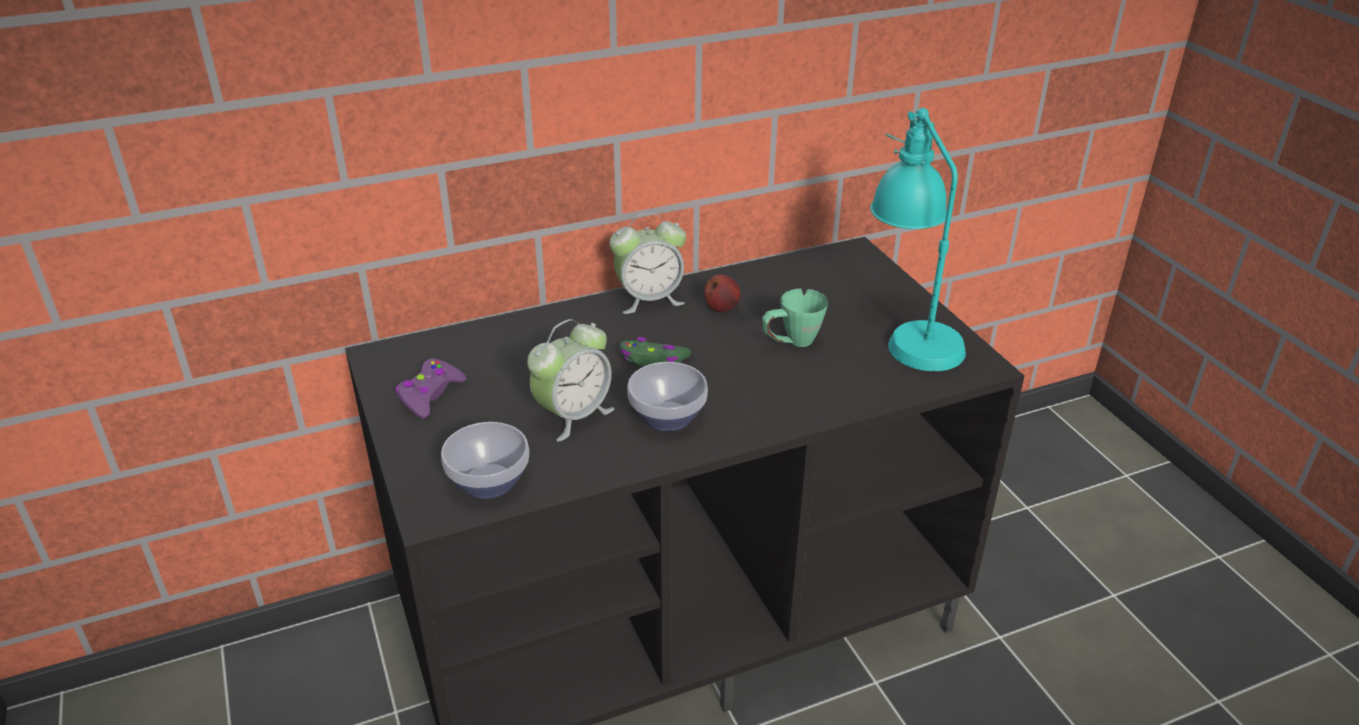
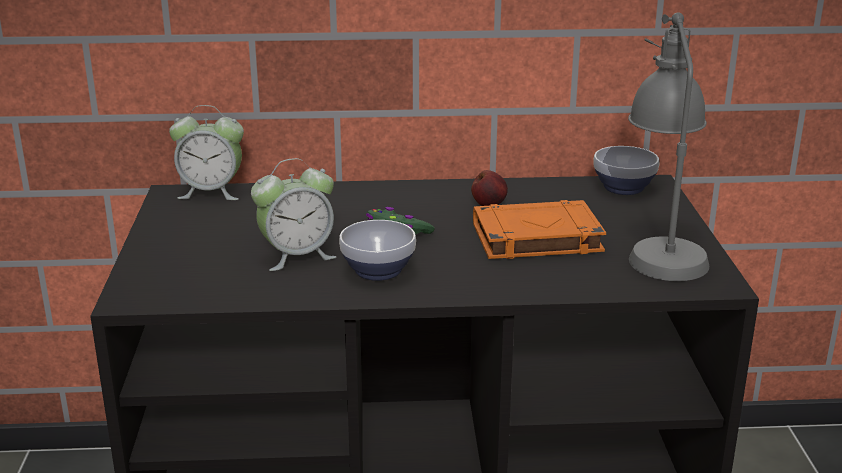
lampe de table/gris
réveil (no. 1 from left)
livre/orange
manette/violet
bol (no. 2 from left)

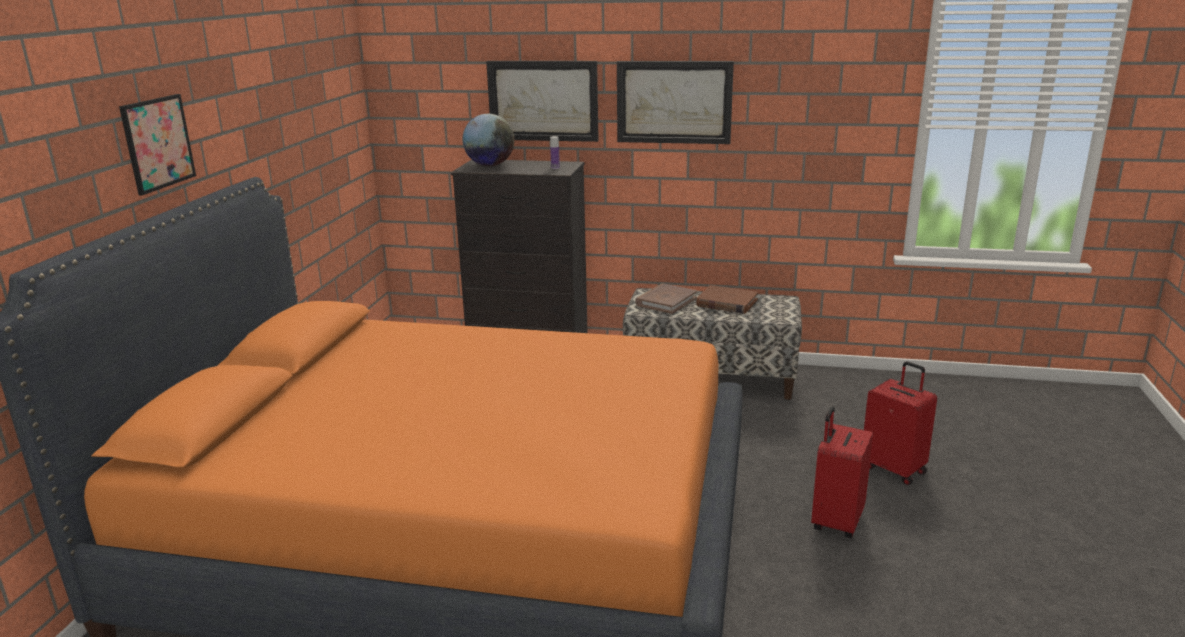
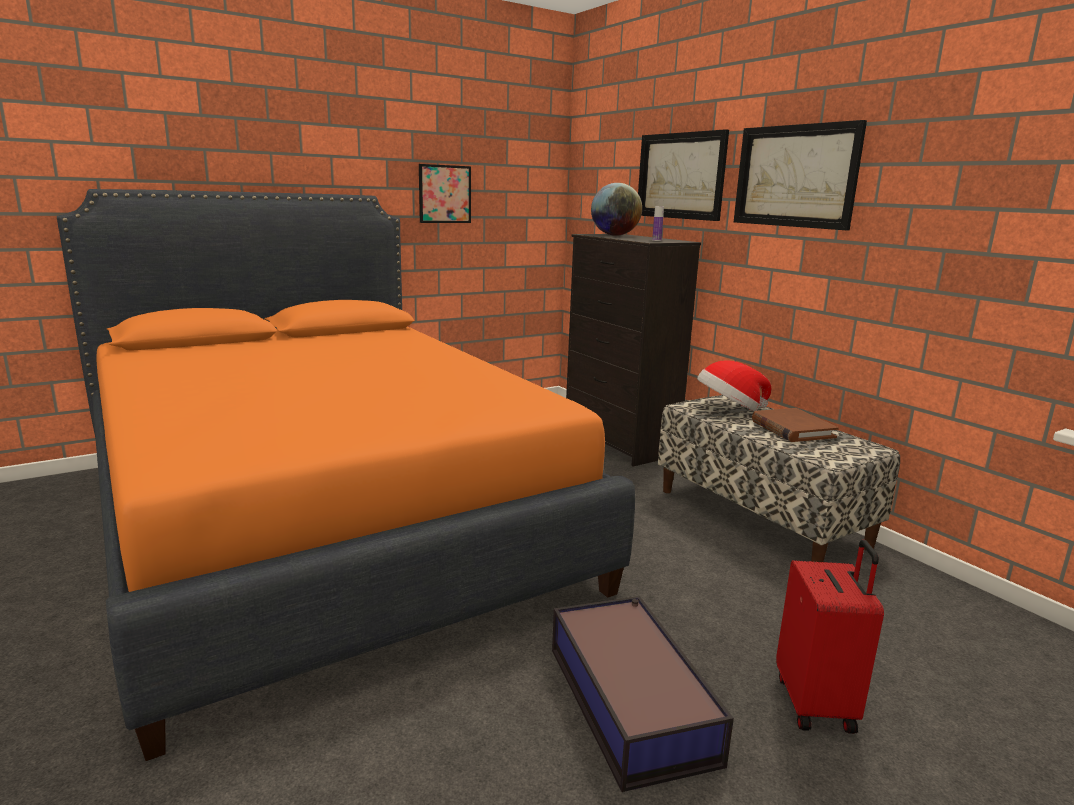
tableau (no. 1 from left)
chapeau
boîte de rangement

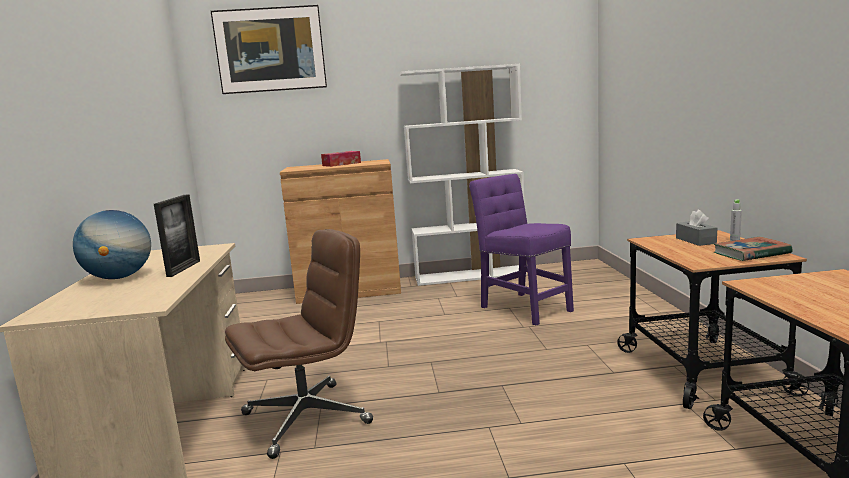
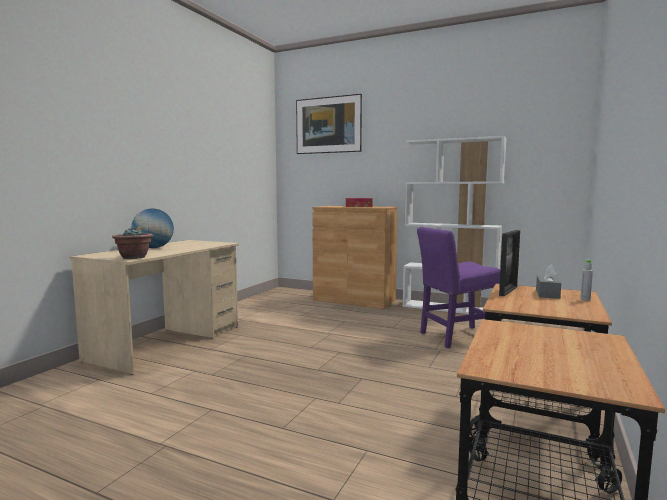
chaise/violet
cadre photo
chaise de bureau/marron
livre
plante en pot

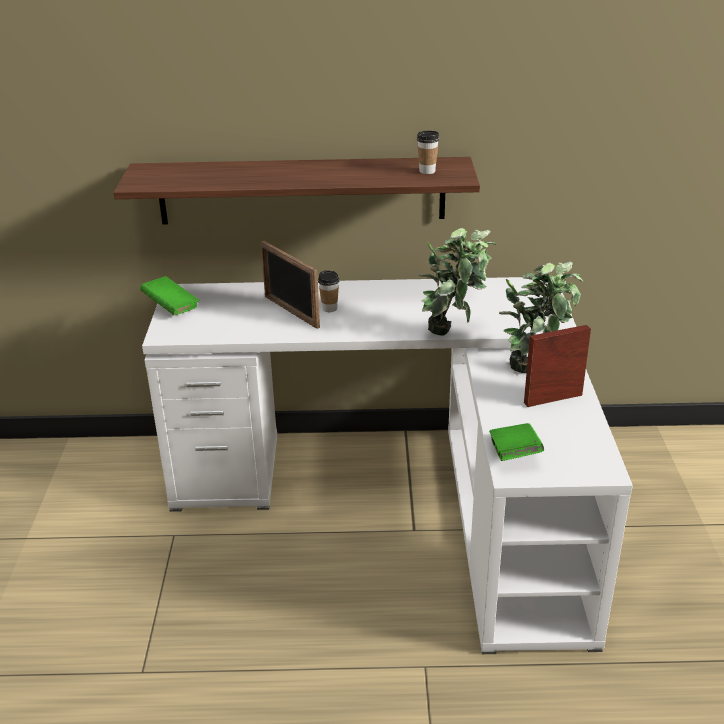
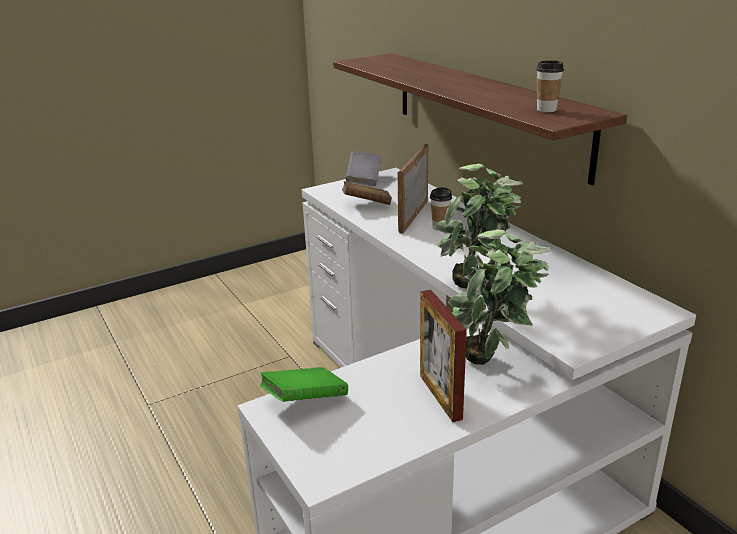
livre/gris
cadre photo (no. 2 from left)
livre/marron

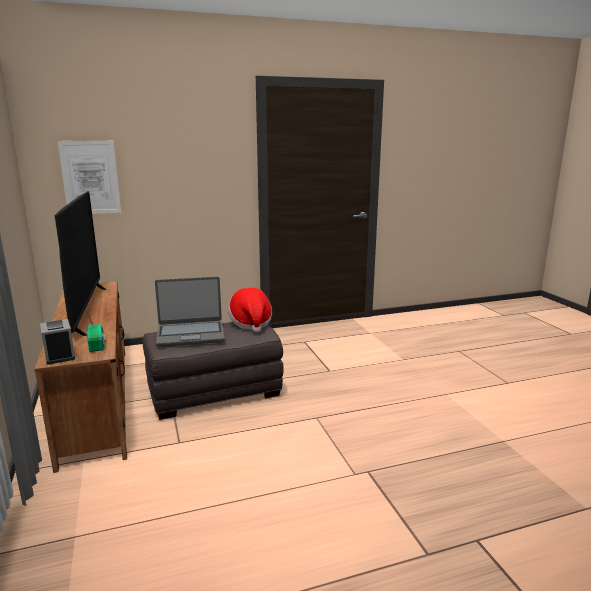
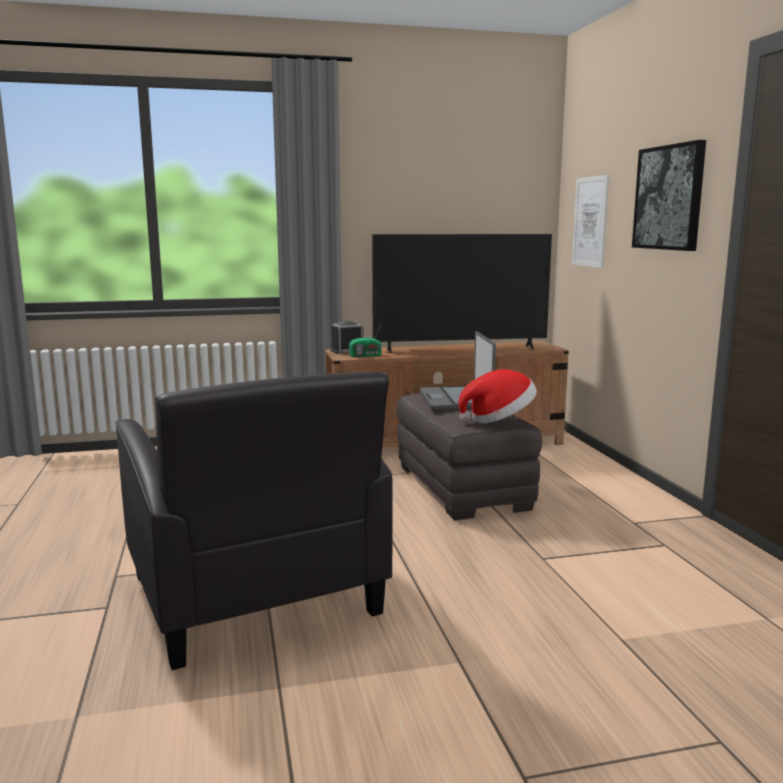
tableau (no. 2 from left)
fauteuil/noir

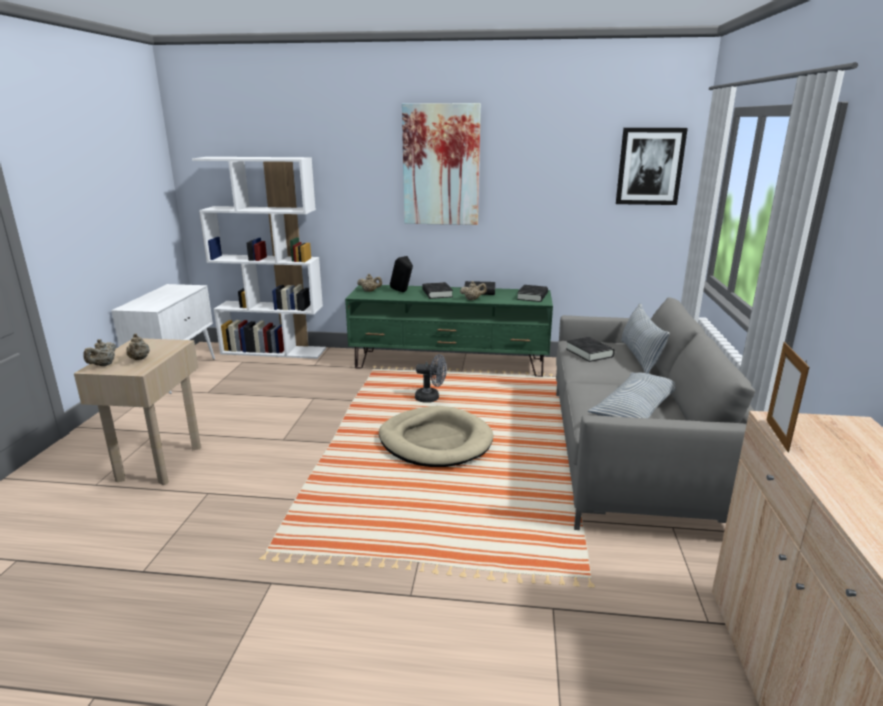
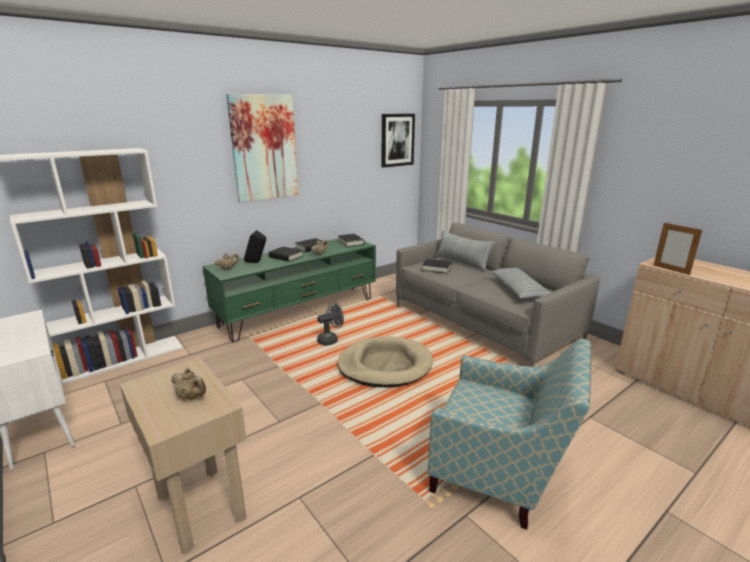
théière/beige (no. 1 from left in the first image)
fauteuil

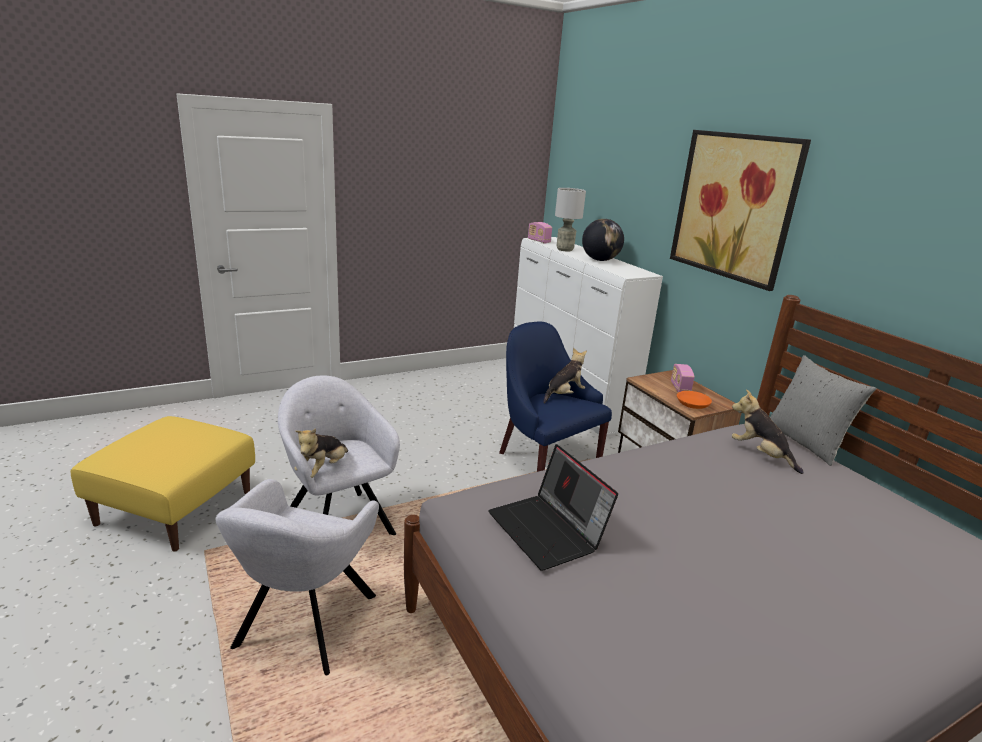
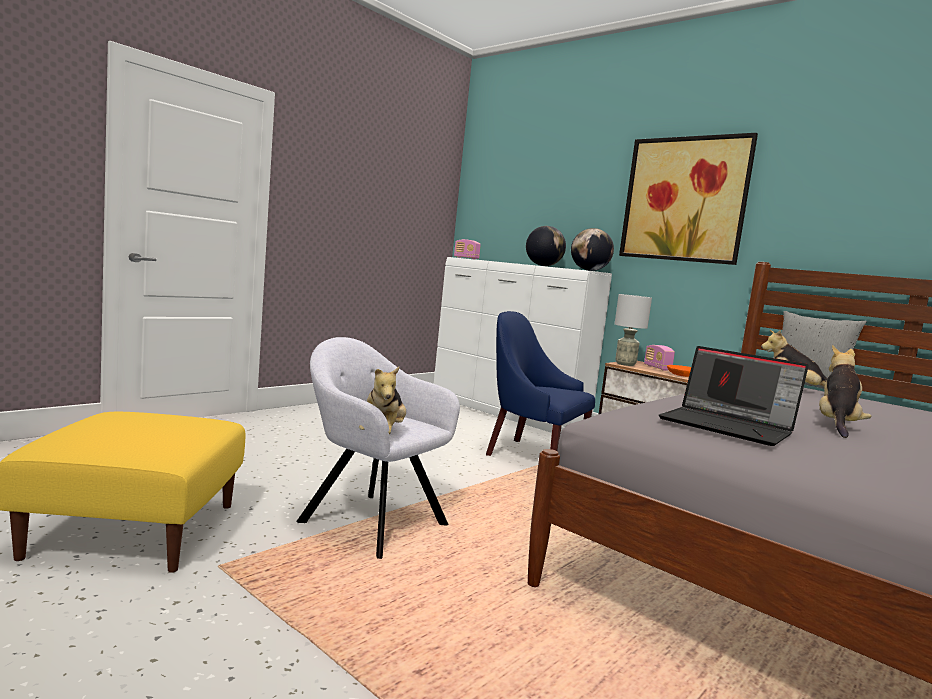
lampe de table/gris
peluche (no. 3 from left)
fauteuil/gris (no. 1 from left in the first image)
globe (no. 2 from left)

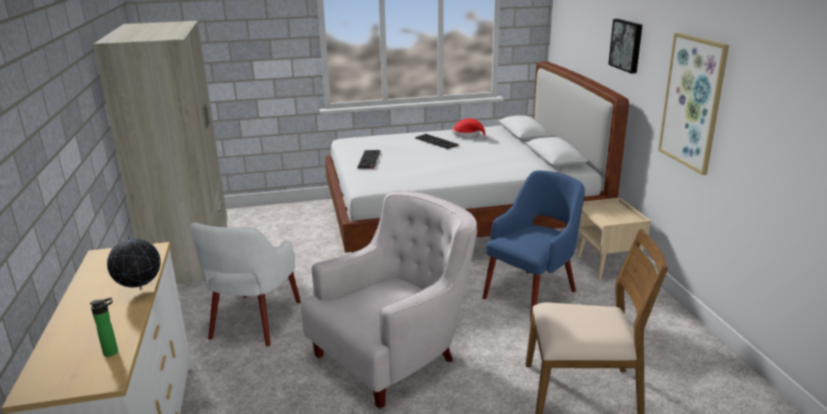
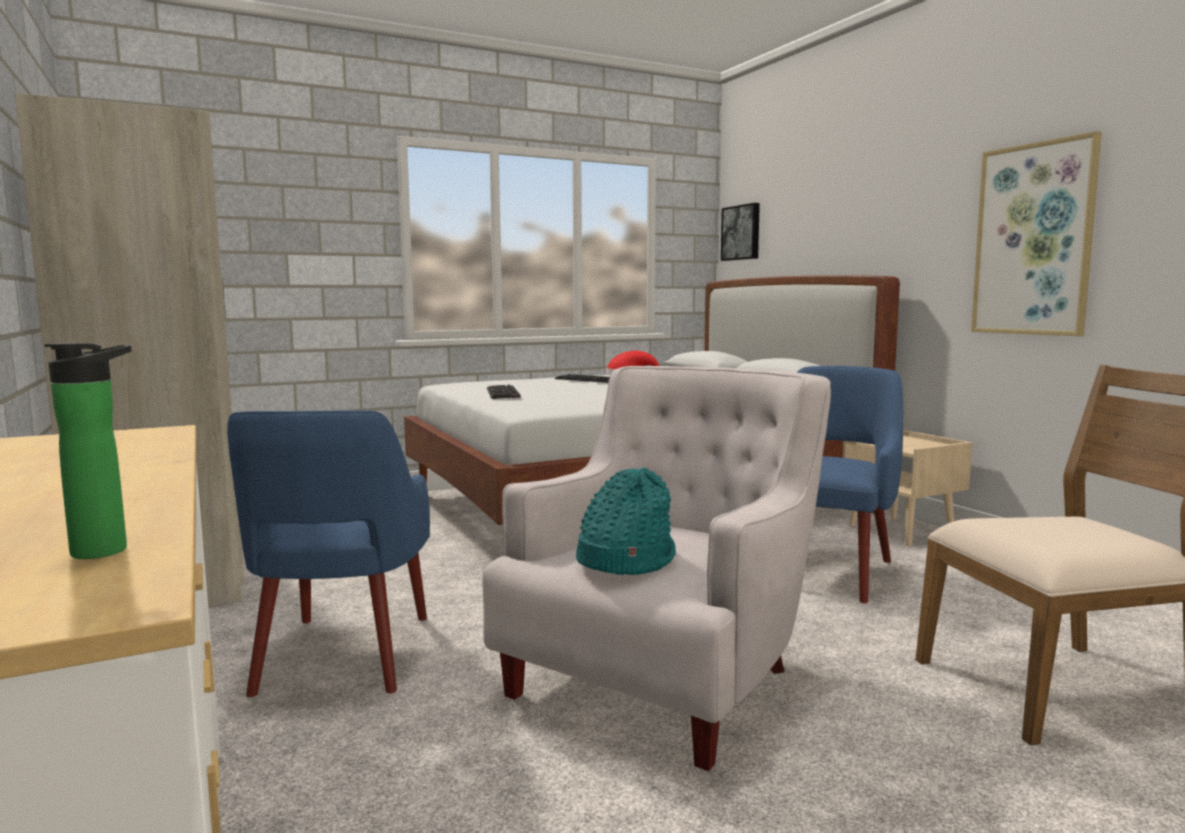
tableau (no. 1 from left)
fauteuil/bleu (no. 1 from left)
globe
chapeau/turquoise

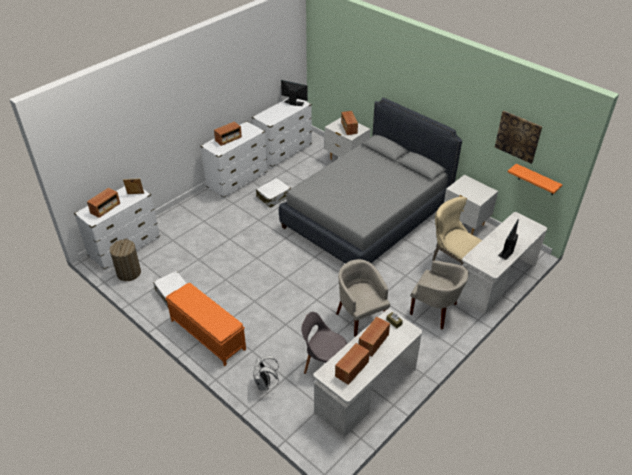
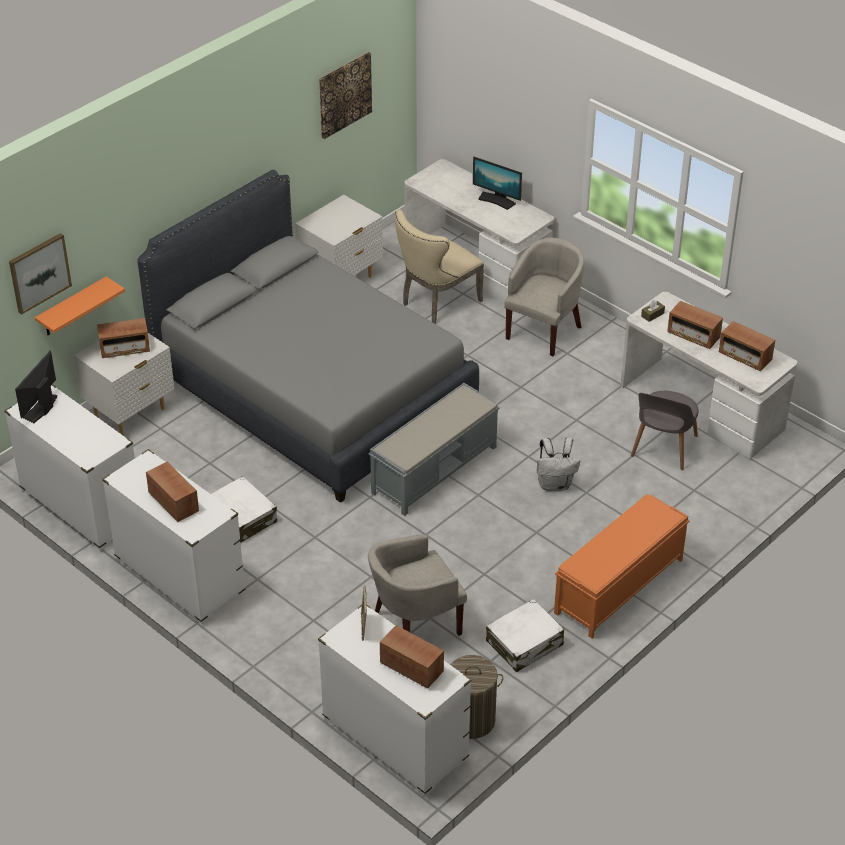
étagère/orange
fauteuil/beige (no. 1 from left)
sac à dos/blanc
tableau (no. 1 from left)
banc/gris

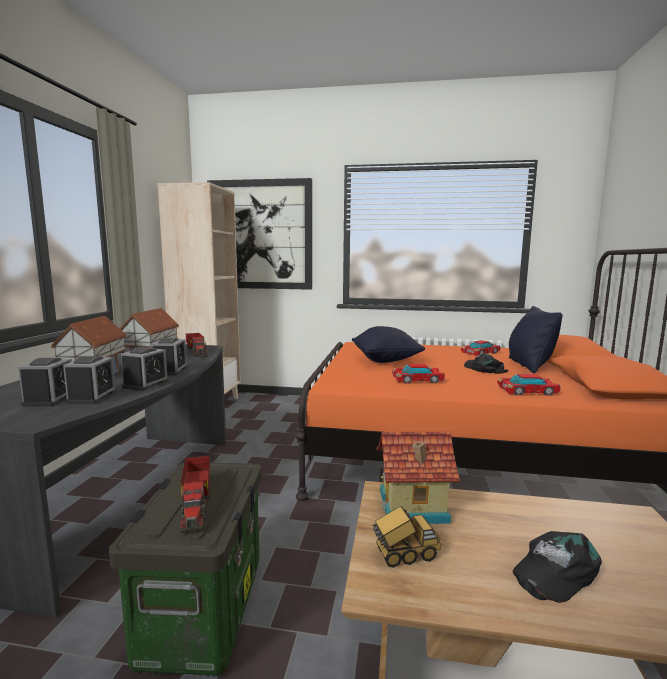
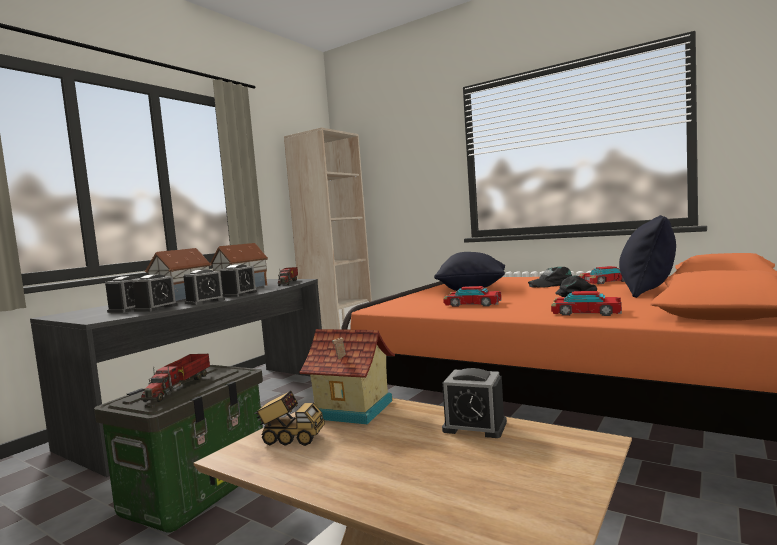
tableau
casquette/noir (no. 1 from left)
réveil (no. 5 from left)

